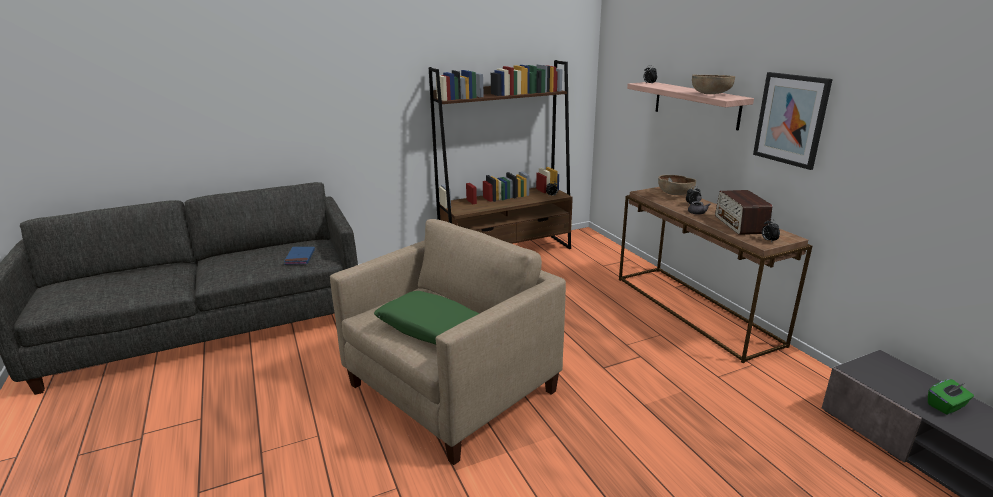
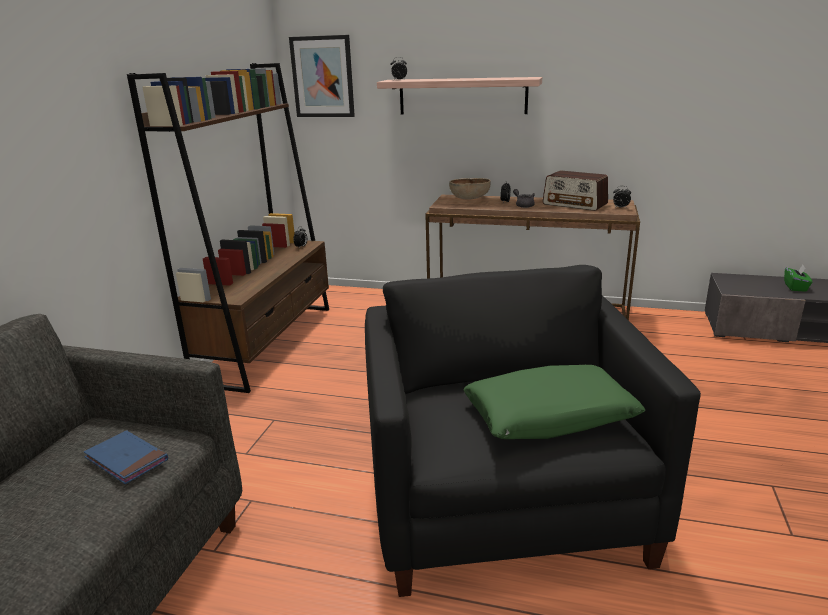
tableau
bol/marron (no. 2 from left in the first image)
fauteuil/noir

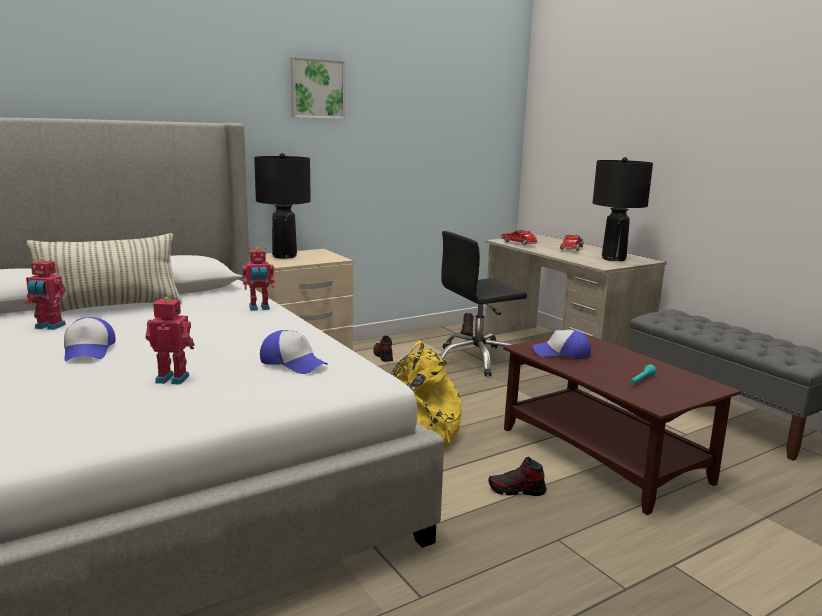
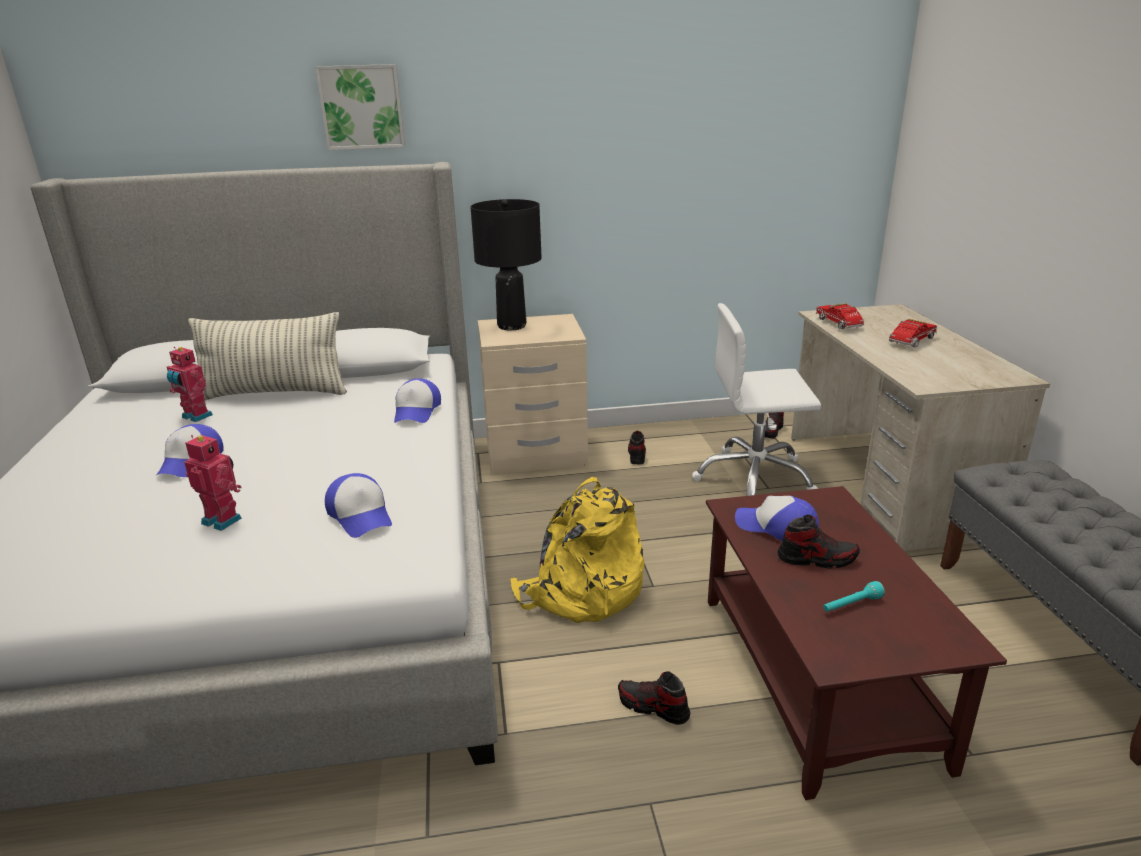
tableau
lampe de table/noir (no. 2 from left in the first image)
chaise de bureau/blanc
casquette (no. 3 from left)
chaussure (no. 4 from left)

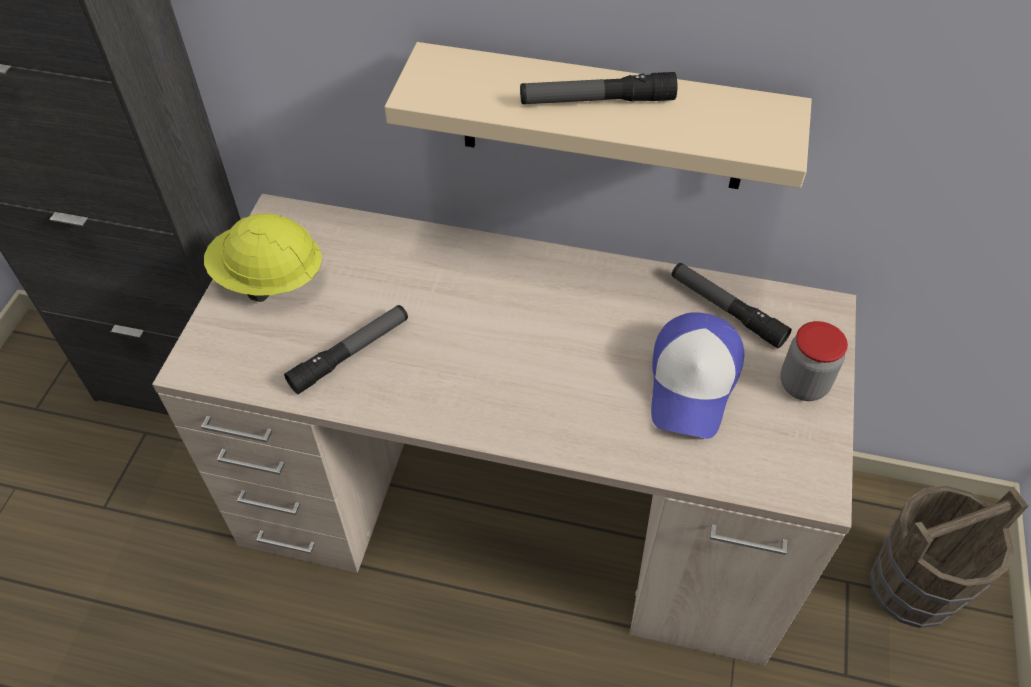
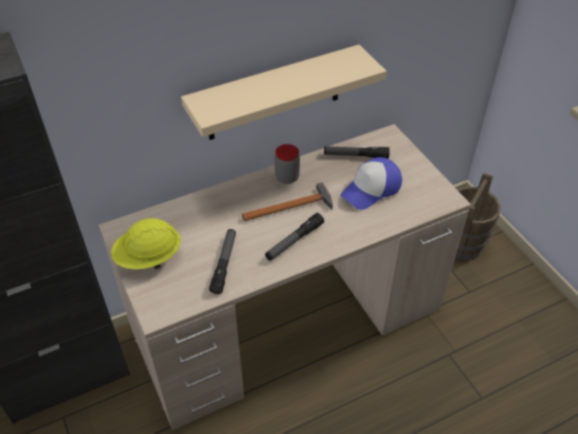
lampe de poche (no. 2 from left)
casquette
bocal
marteau

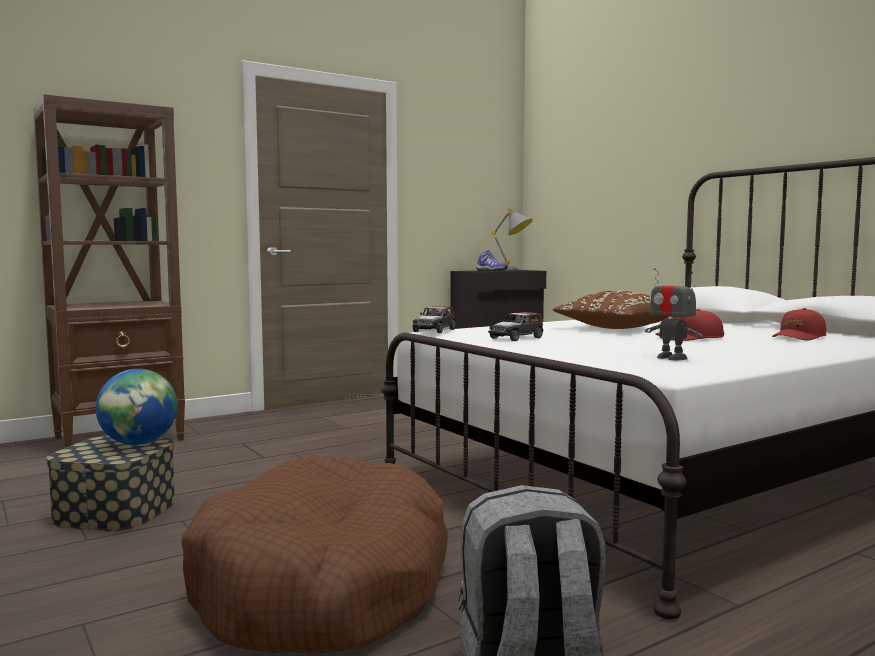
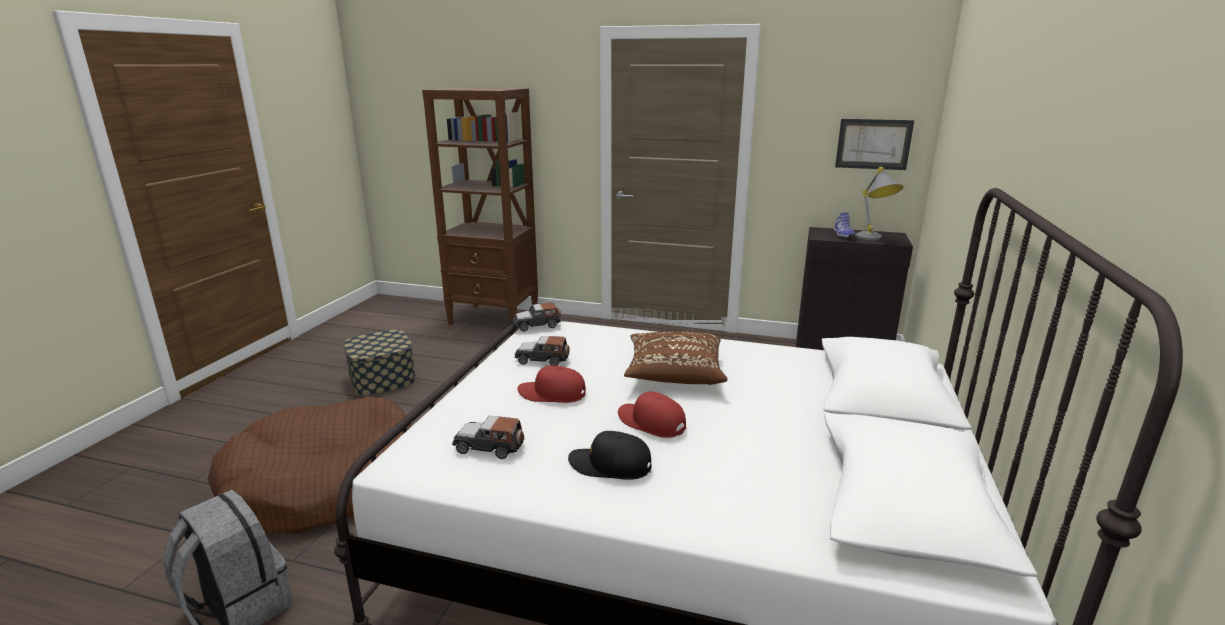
petite voiture (no. 1 from left)
casquette/rouge (no. 1 from left)
globe
tableau
casquette/noir

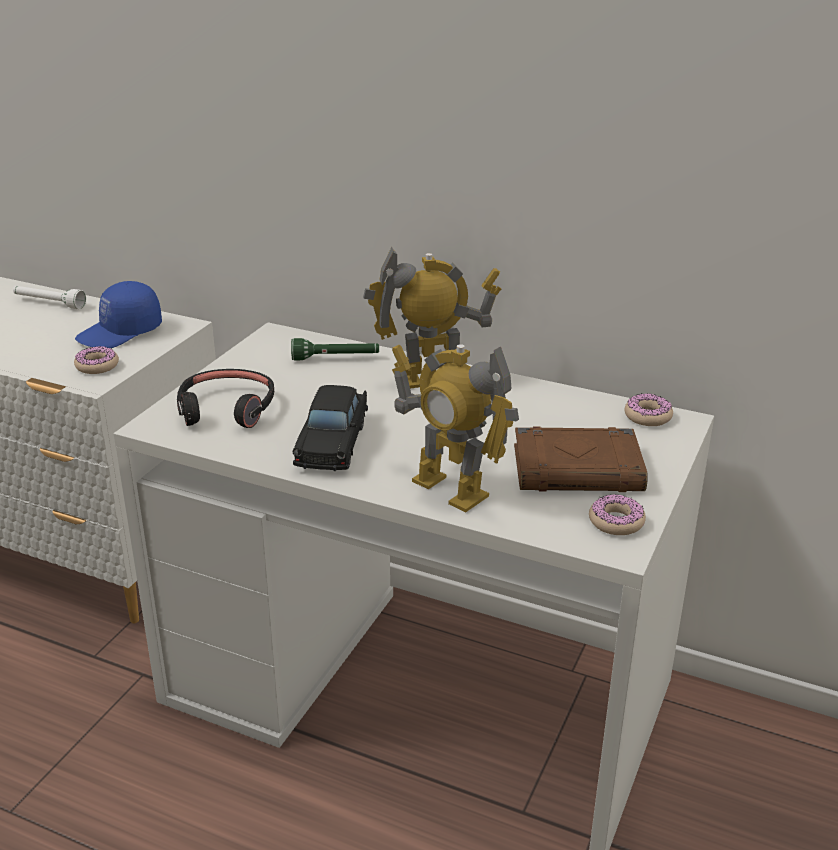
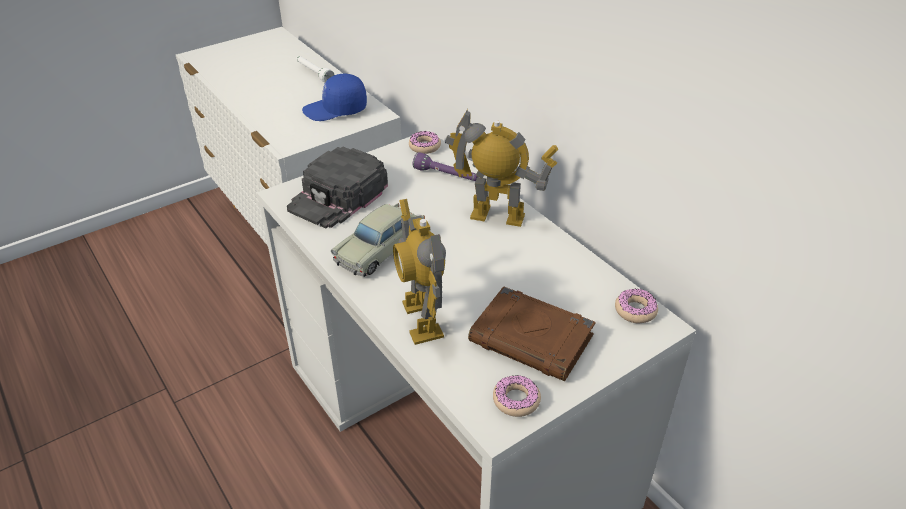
lampe de poche/violet
beignet (no. 1 from left)
casquette/noir
petite voiture/beige

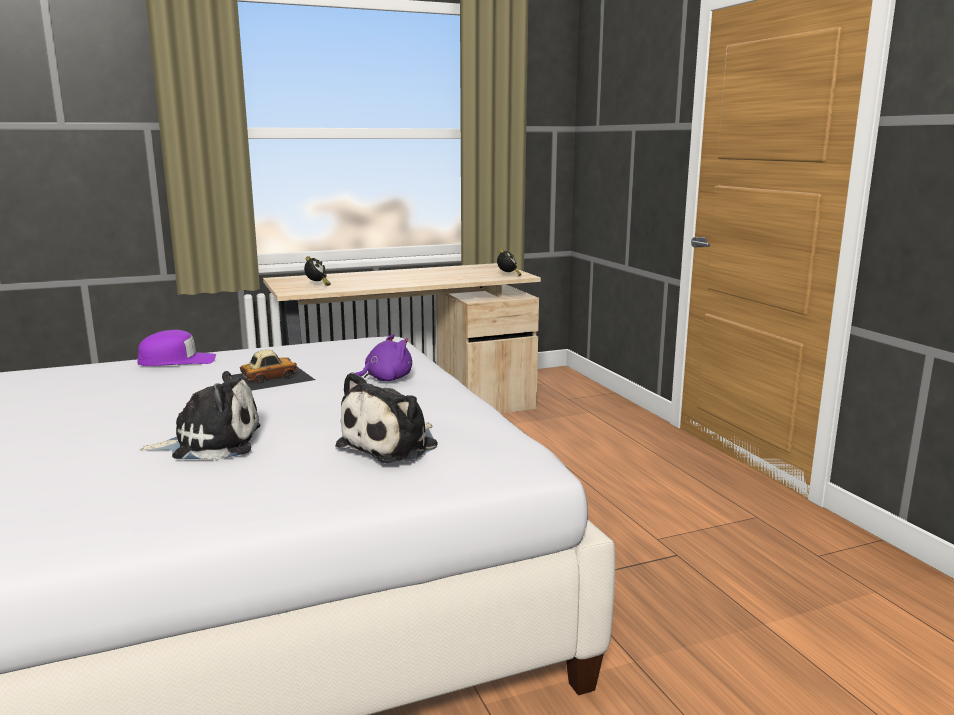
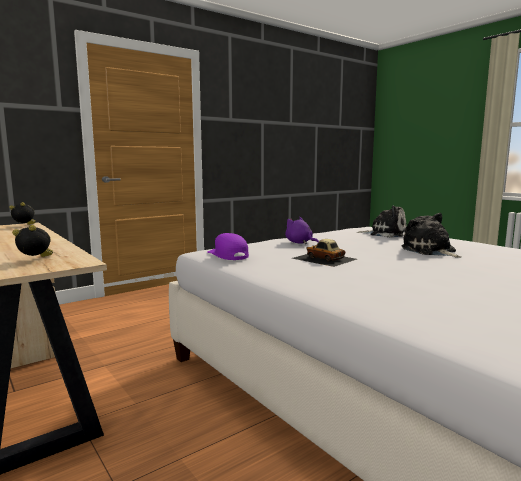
casquette/violet

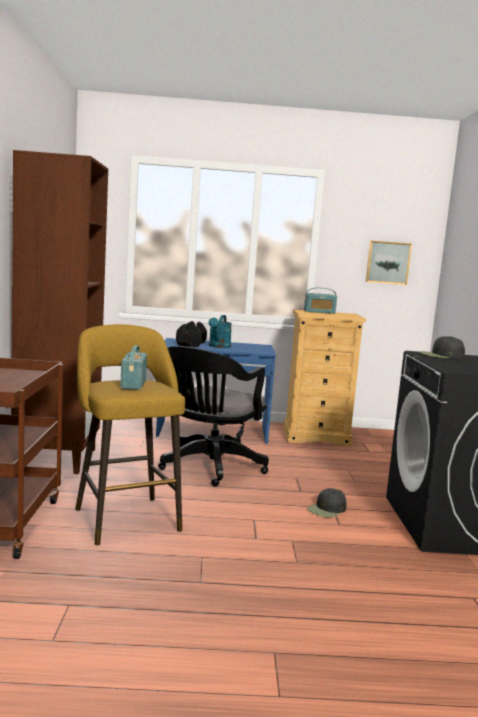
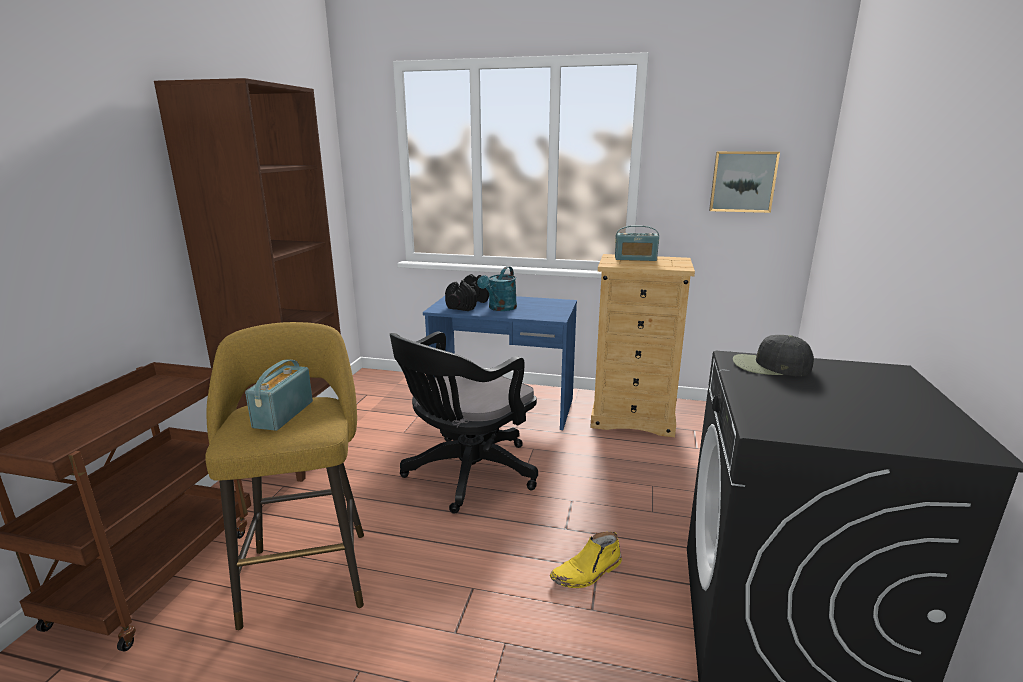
botte/jaune

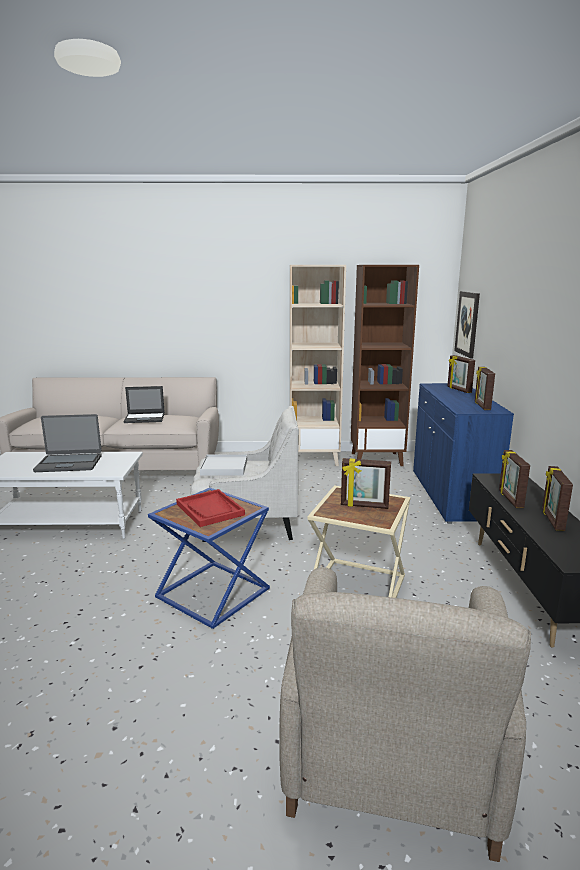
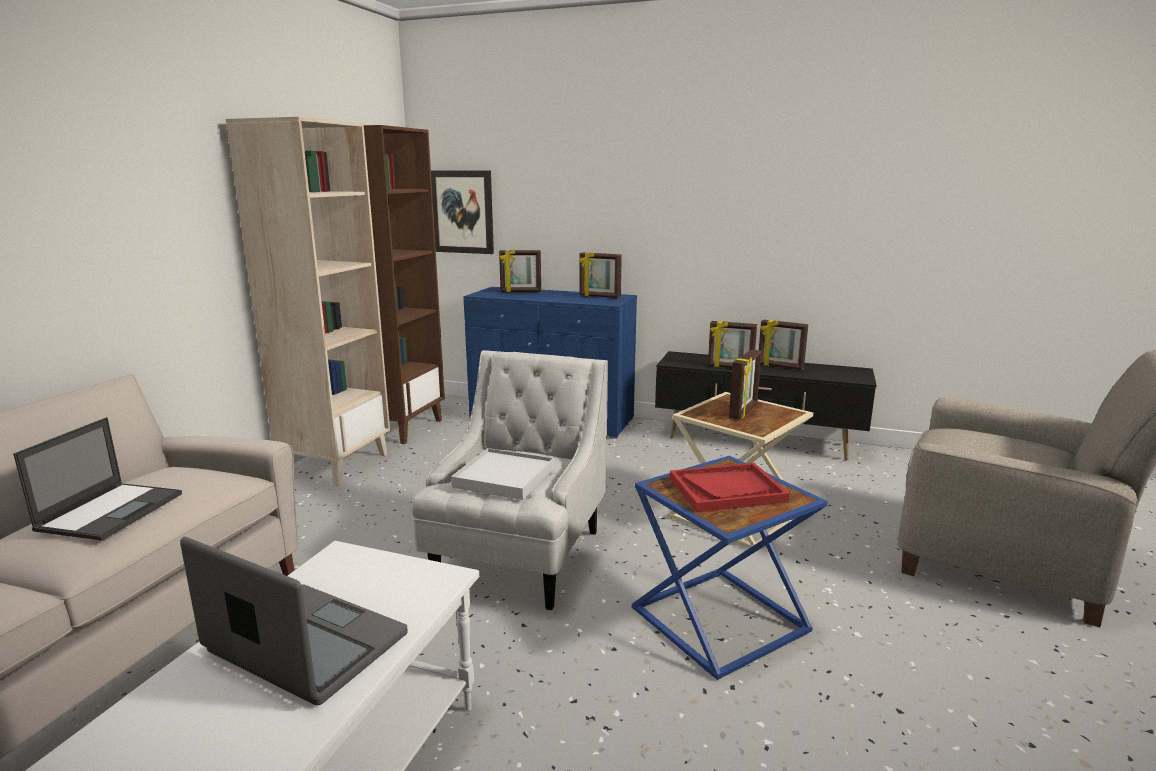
ordinateur portable (no. 2 from left)

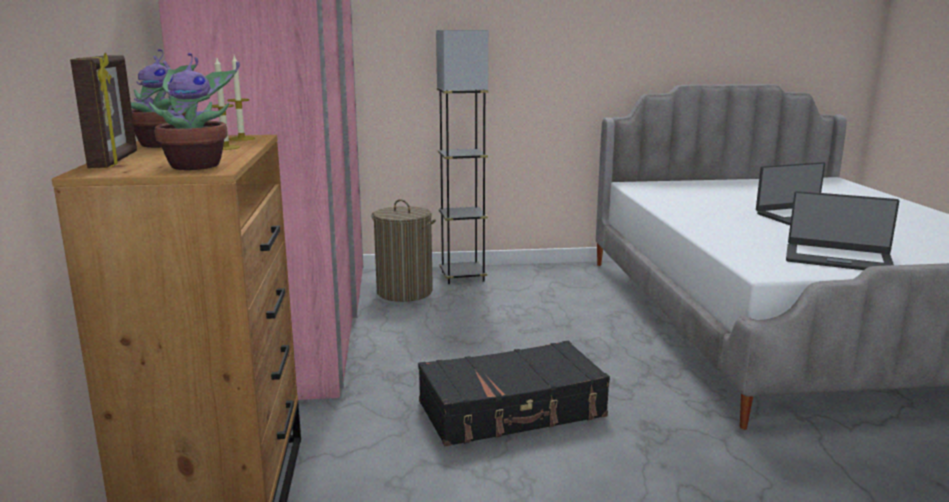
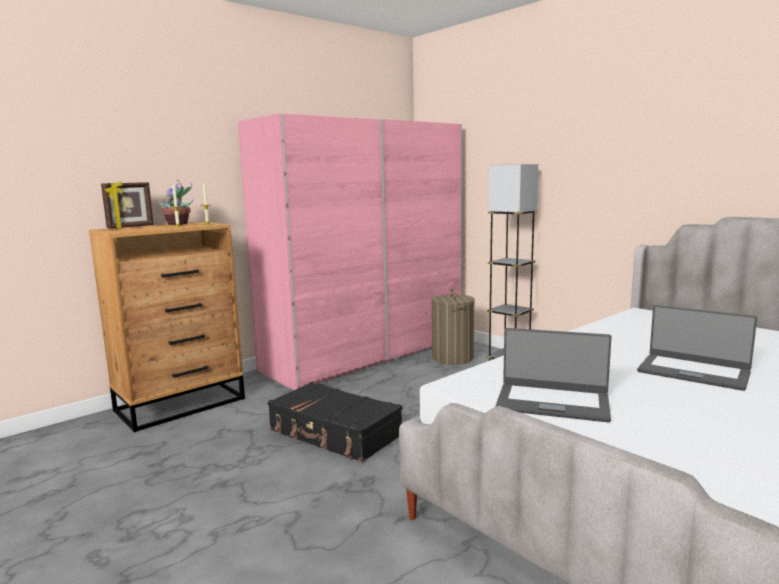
plante en pot (no. 2 from left in the first image)
ordinateur portable (no. 1 from left)

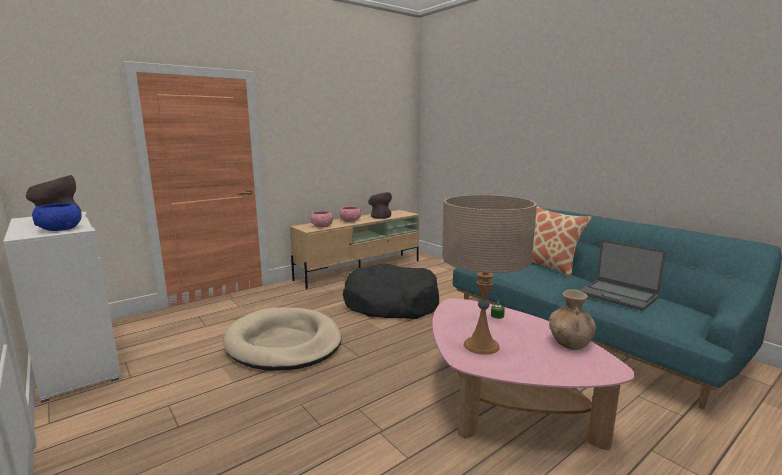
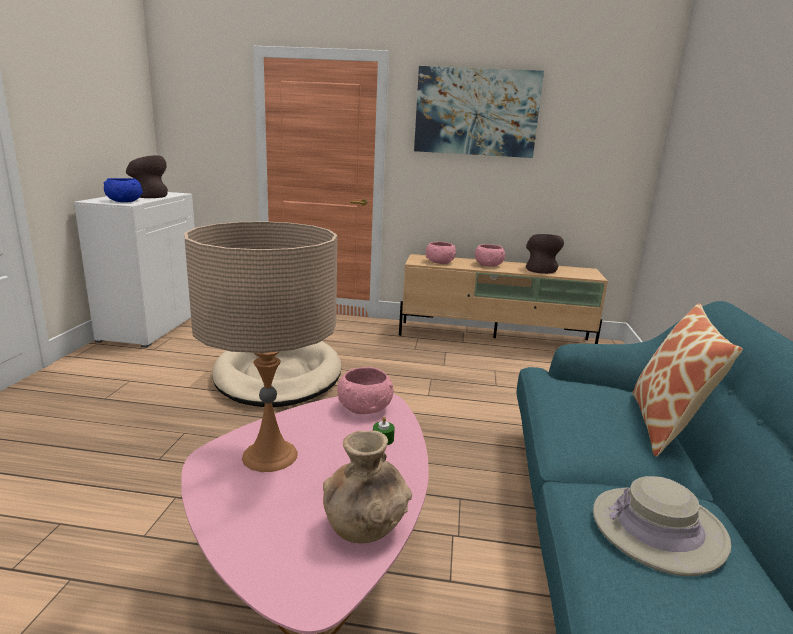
chapeau/beige
panier pour chien/noir
tableau
bol/rose (no. 1 from left)

